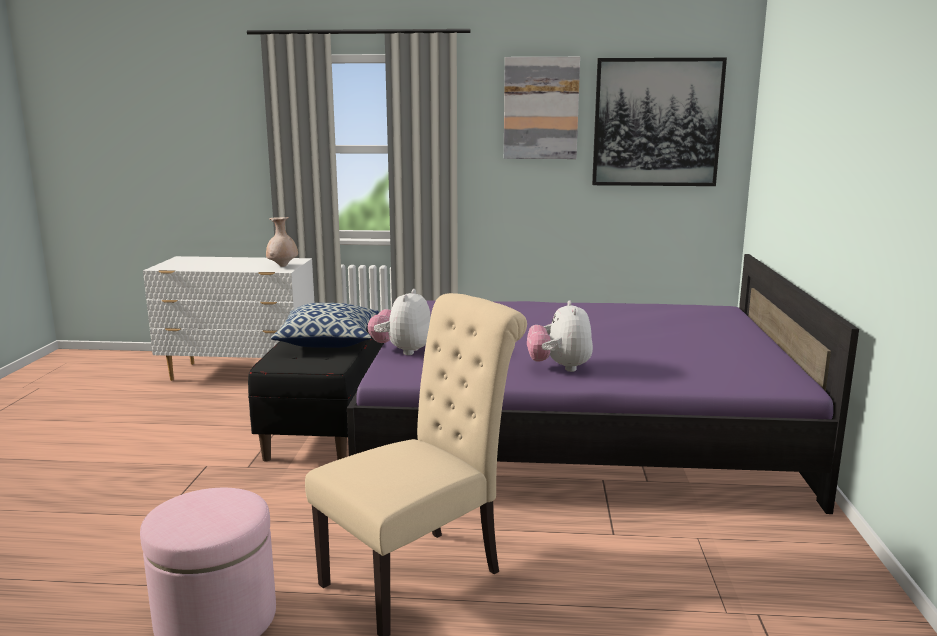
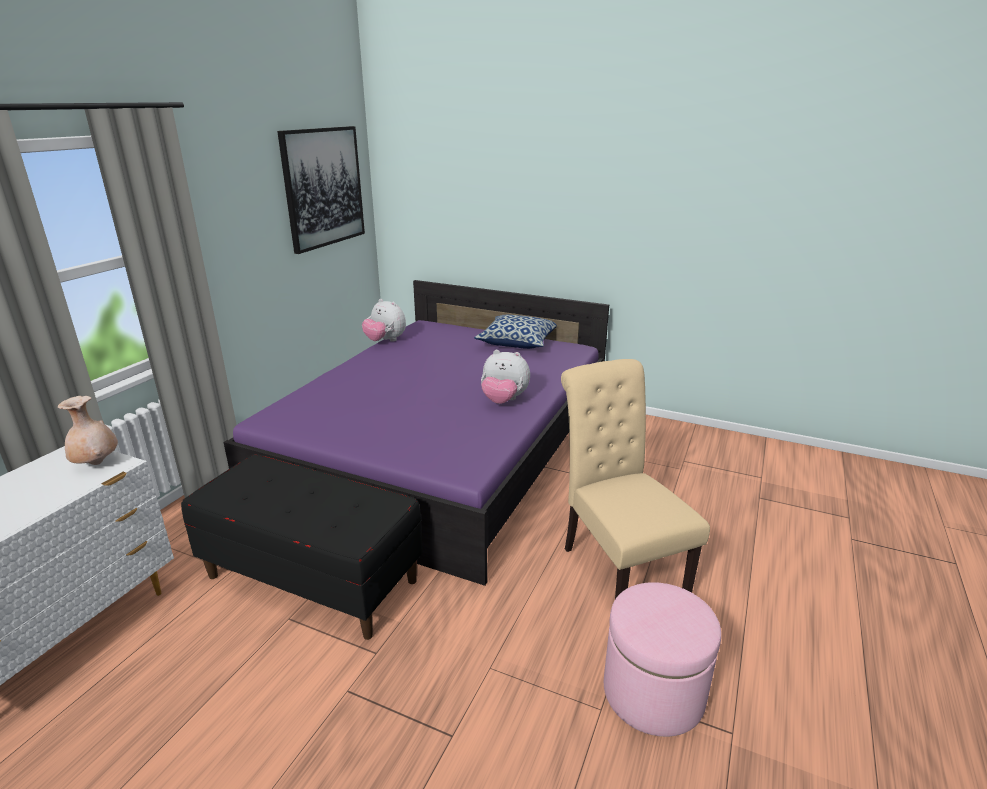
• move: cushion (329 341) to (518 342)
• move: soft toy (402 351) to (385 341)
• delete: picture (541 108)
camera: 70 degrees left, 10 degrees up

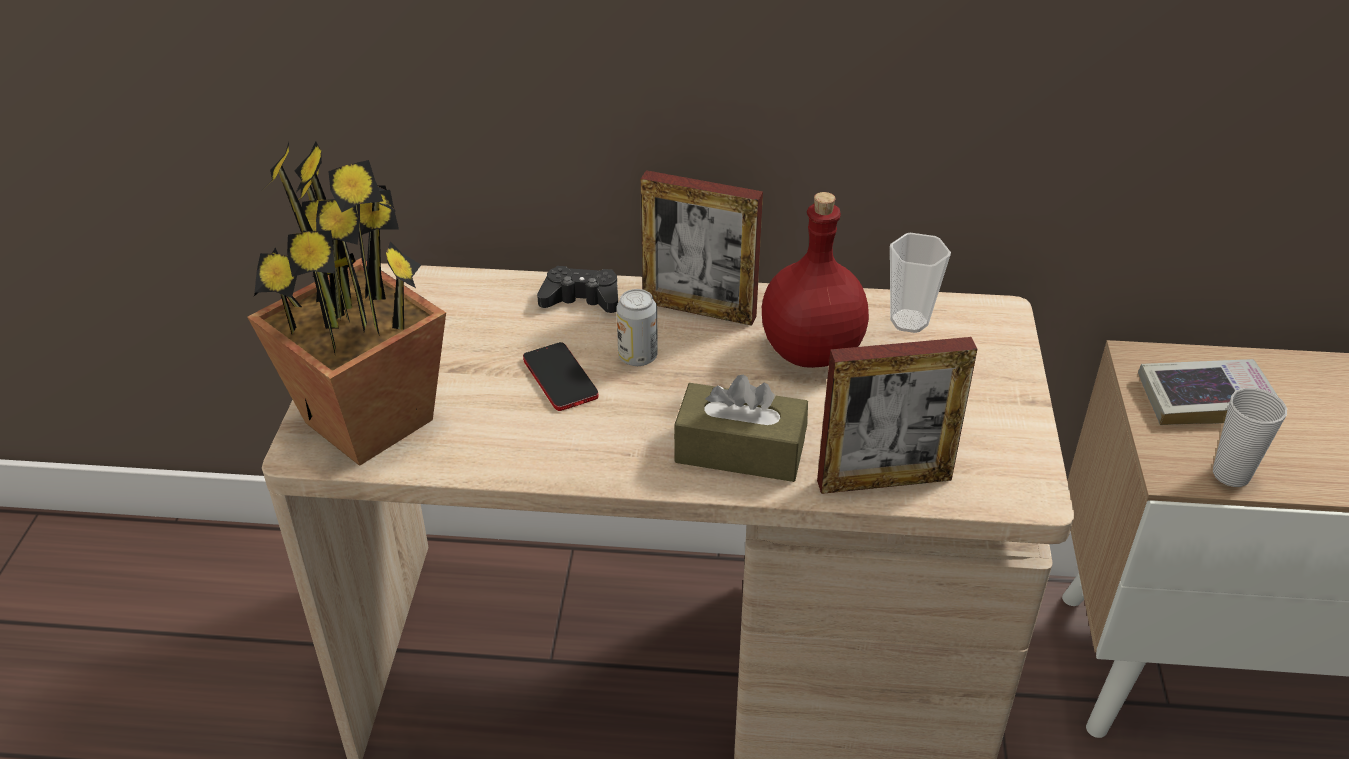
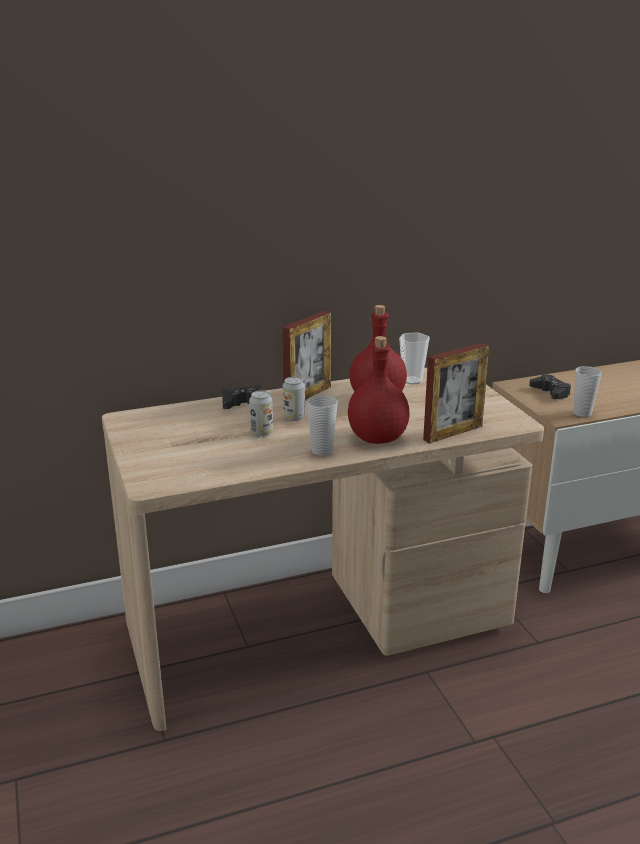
• delete: houseplant (367 420)
• replace: telephone (560 378) to sealed can (261 432)
• rotate: photo frame (699 309) = (308 395) 45 degrees counterclockwise
• replace: brownish box of tissues (740 451) to red drink bottle (377 438)
• replace: book (1205 399) to blackish game controller (550 392)
• insert: cup (322 451)
camera: 25 degrees left, 15 degrees down

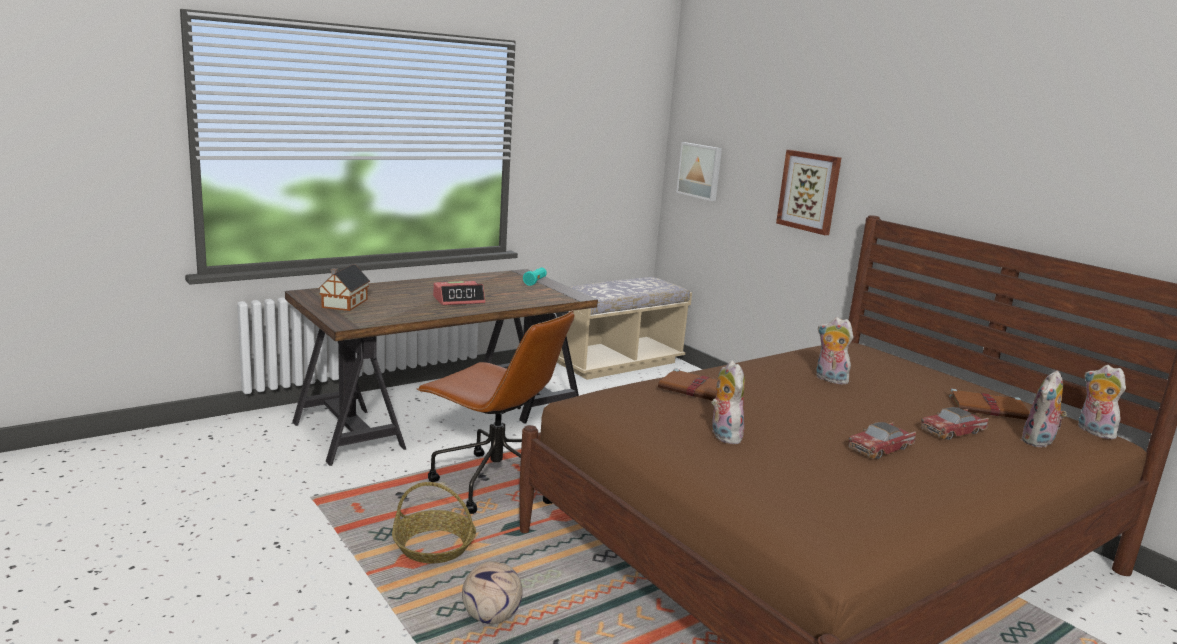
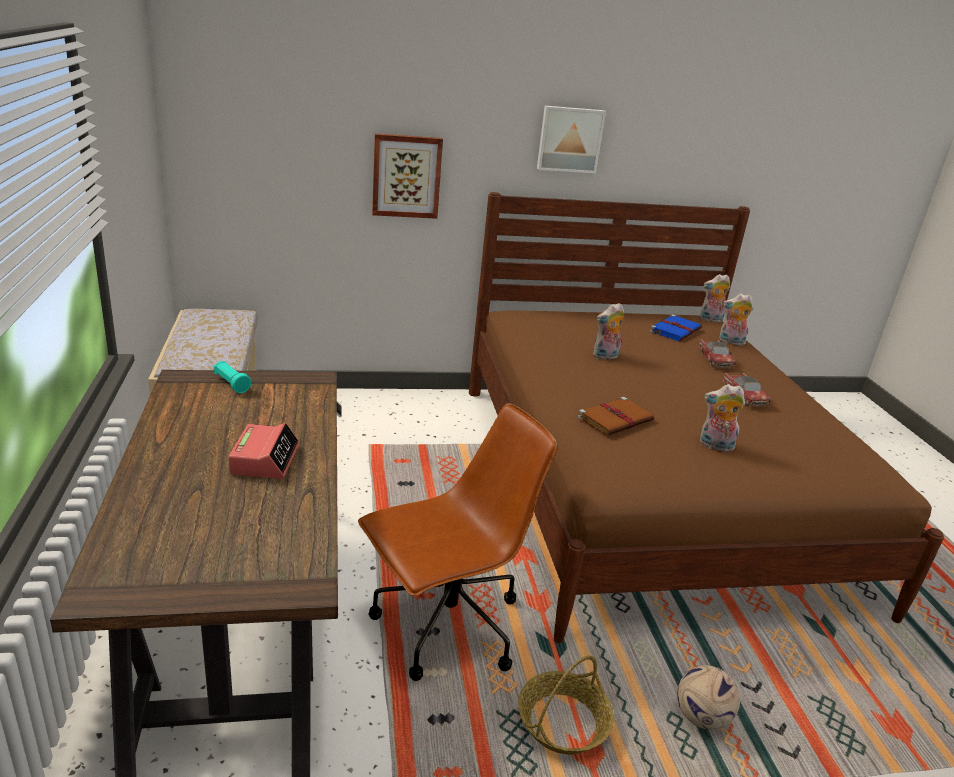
• delete: miniature house (343 304)
• move: picture (700 171) to (569 139)
• recolor: brownish book (989 408) to blue-coloured book (675 330)
• rotate: soft toy (1039 442) = (730 342) 120 degrees clockwise
camera: 65 degrees left, 10 degrees up

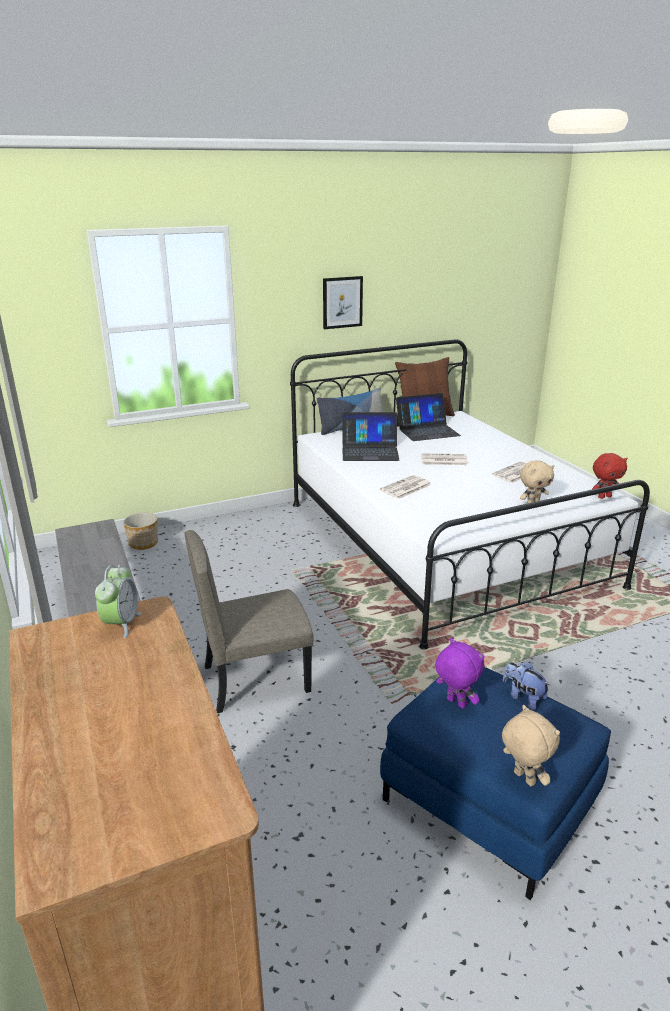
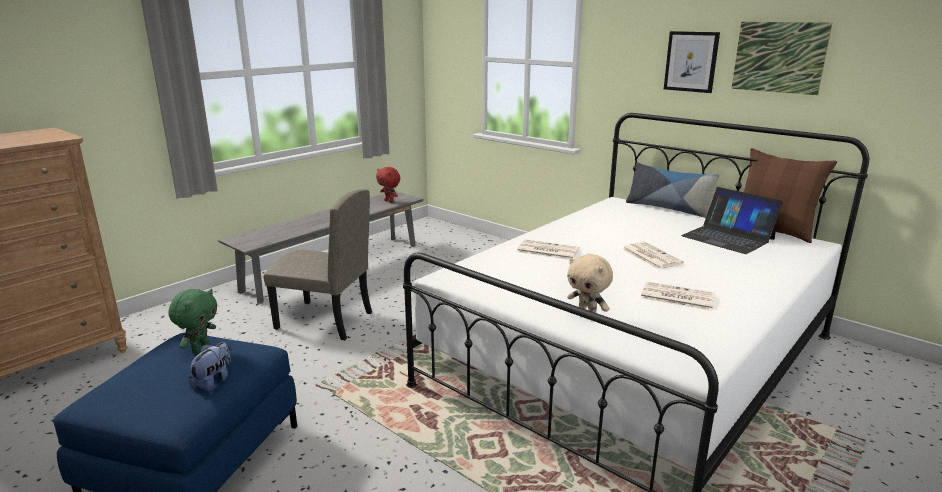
• delete: table clock (121 624)
• delete: flower pot (143 543)
• rotate: sand-coloured chair (256 678) = (324 321) 150 degrees clockwise
• delete: laptop (370 451)
• recolor: purplish soft toy (455 703) to green-coloured soft toy (200 349)
• delete: sand-coloured soft toy (523 778)
• move: red soft toy (604 497) to (389 201)
• insert: picture (779 57)
camera: 65 degrees right, 5 degrees down

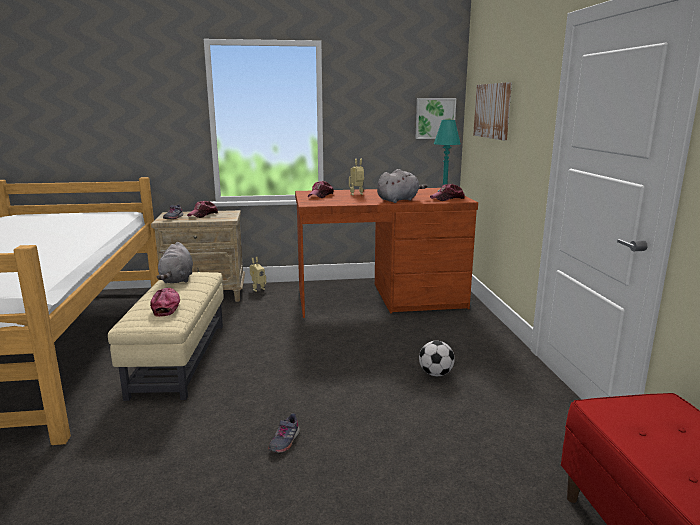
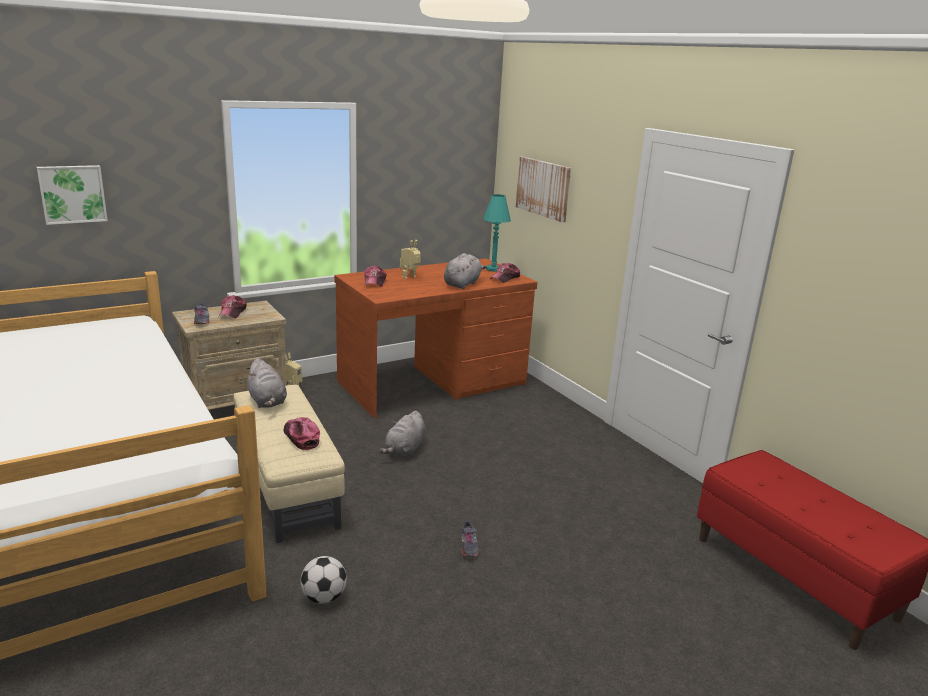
• move: picture (435 118) to (72 194)
• move: football ball (435 374) to (324 597)
• insert: grey soft toy (405 450)
camera: 25 degrees left, 5 degrees up

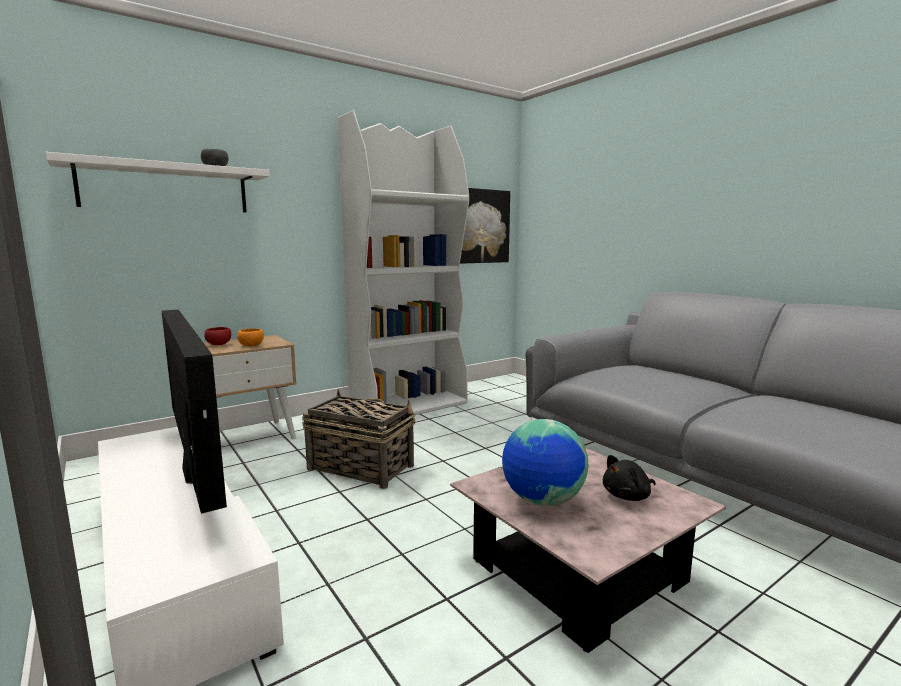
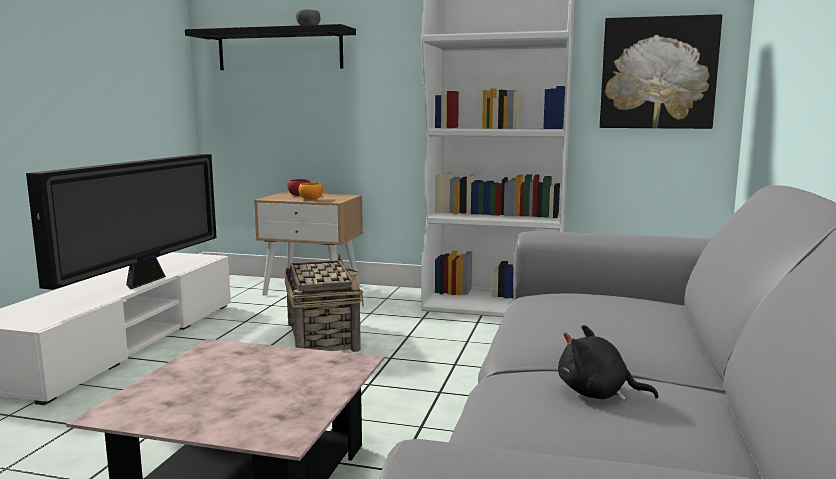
• recolor: whitish bracket shelf (166 188) to blackish bracket shelf (279 50)
• delete: globe (542 500)
• move: blackish soft toy (628 496) to (597 394)
camera: 50 degrees right, 0 degrees up

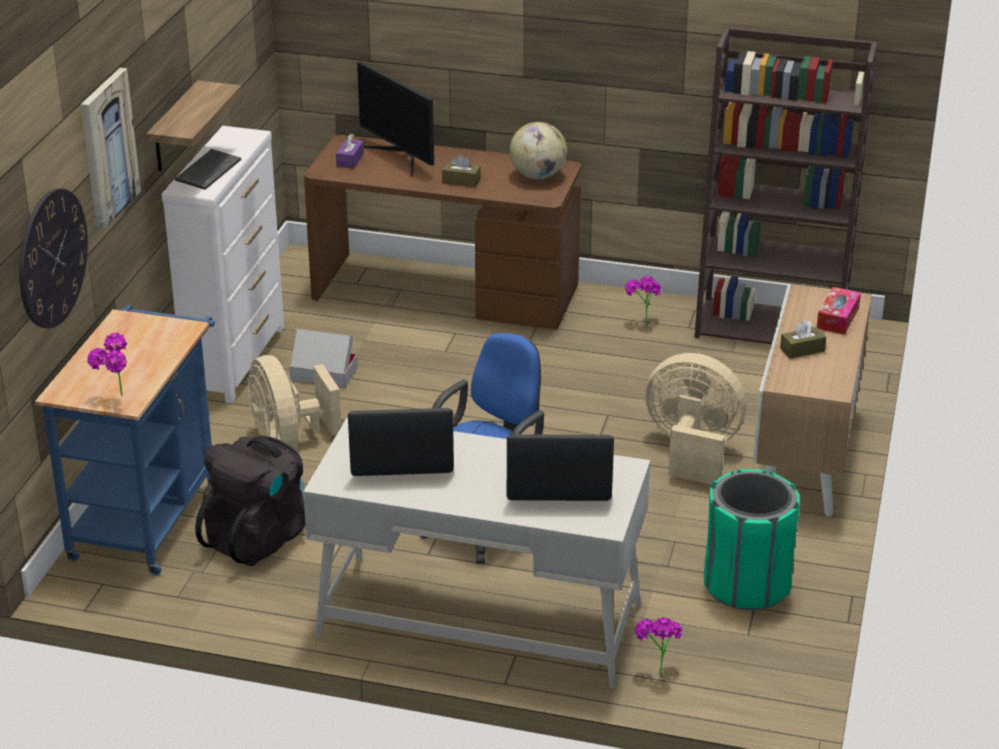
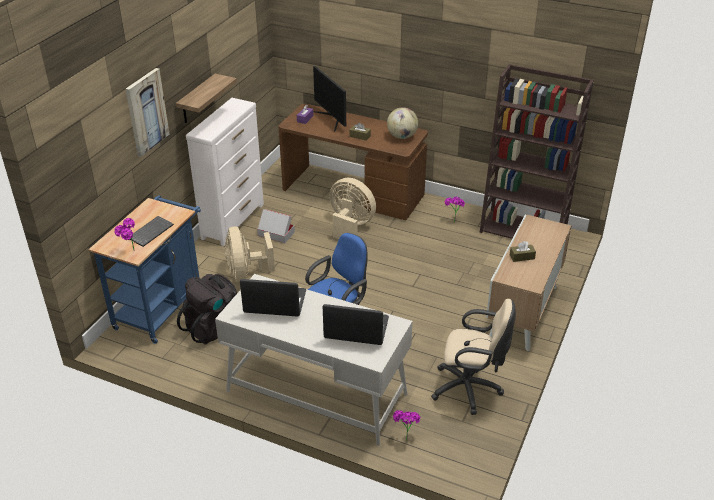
• delete: wall clock (52 258)
• move: PC keyboard (207 170) to (150 231)
• move: sand-coloured fan (692 451) to (350 226)
• replace: green-coloured rubbish bin (747 585) to sand-coloured desk chair (470 389)
• delete: box of tissues (837 318)
camera: 10 degrees right, 5 degrees up

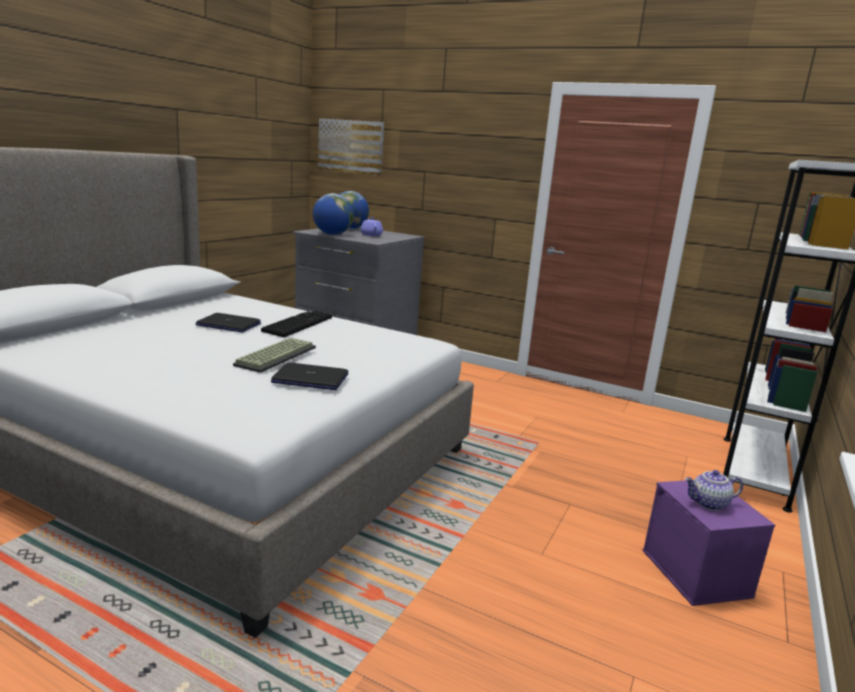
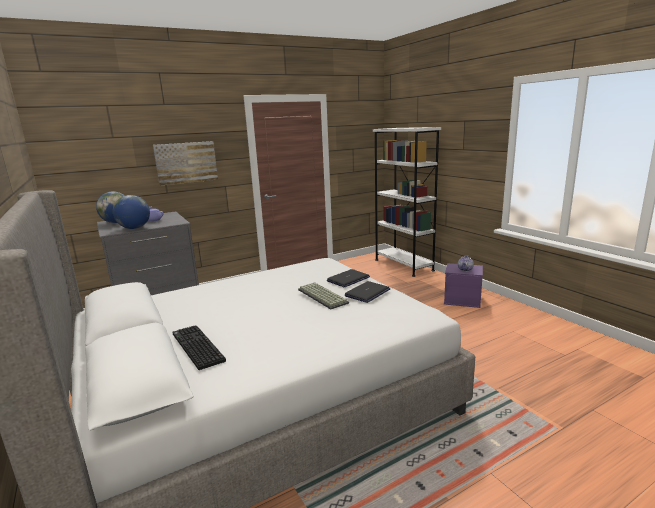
• move: laptop (228 324) to (348 279)
• move: PC keyboard (297 324) to (196 347)
• move: picture (351 146) to (186 162)
camera: 55 degrees left, 0 degrees up

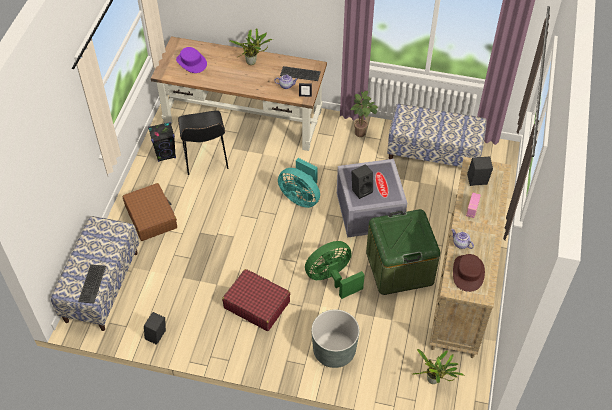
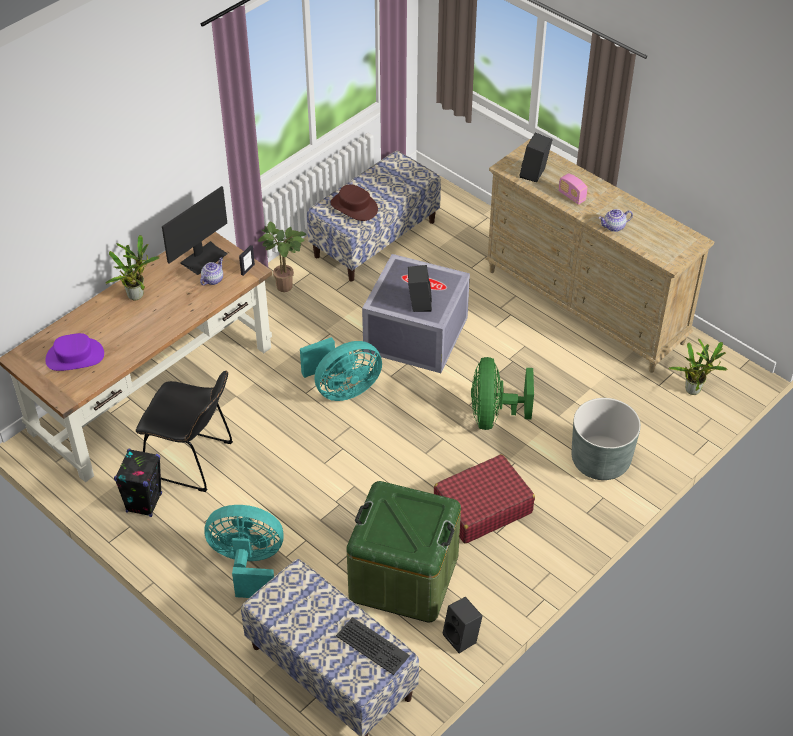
• replace: brownish piece of luggage (151 217) to turquoise fan (248 565)
• replace: PC keyboard (300 73) to monitor (203 257)
• move: green-coloured storage container (399 267) to (404 577)
• move: brownish wearable hat (468 273) to (354 206)
camera: 60 degrees left, 5 degrees down

